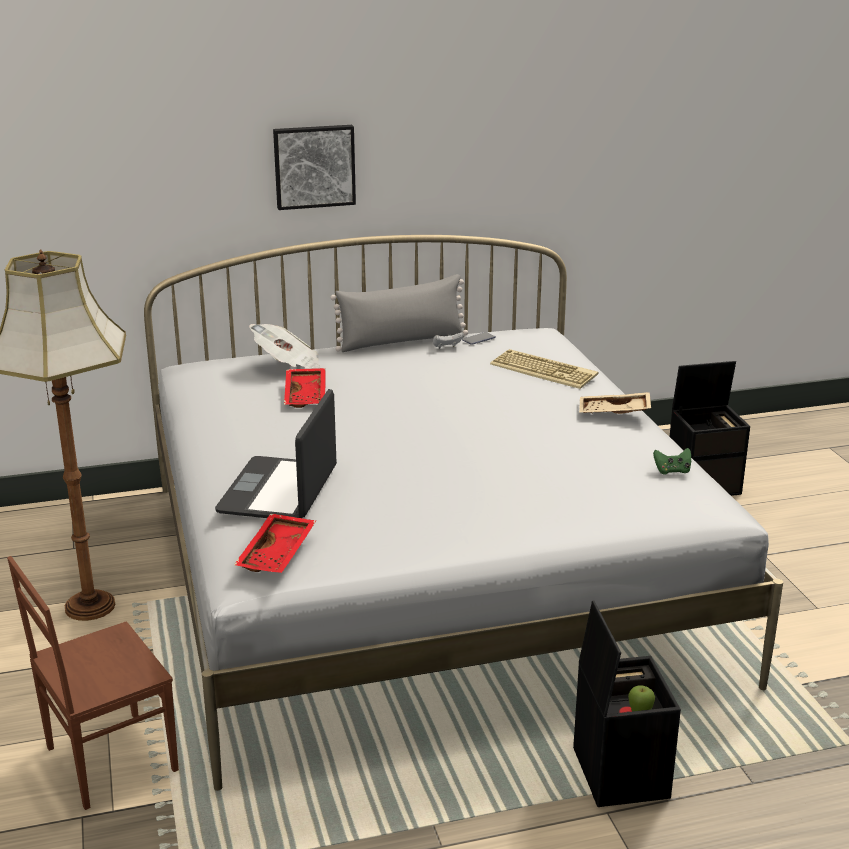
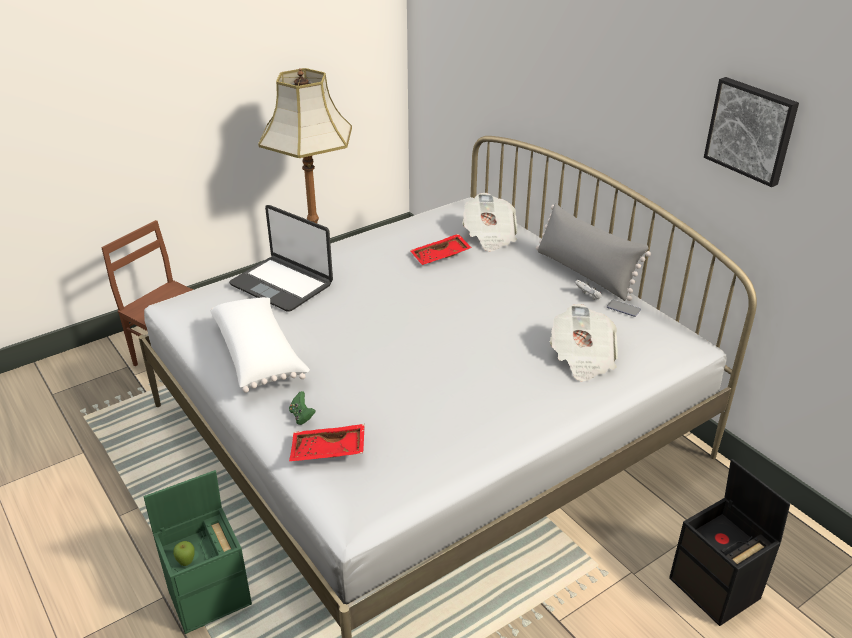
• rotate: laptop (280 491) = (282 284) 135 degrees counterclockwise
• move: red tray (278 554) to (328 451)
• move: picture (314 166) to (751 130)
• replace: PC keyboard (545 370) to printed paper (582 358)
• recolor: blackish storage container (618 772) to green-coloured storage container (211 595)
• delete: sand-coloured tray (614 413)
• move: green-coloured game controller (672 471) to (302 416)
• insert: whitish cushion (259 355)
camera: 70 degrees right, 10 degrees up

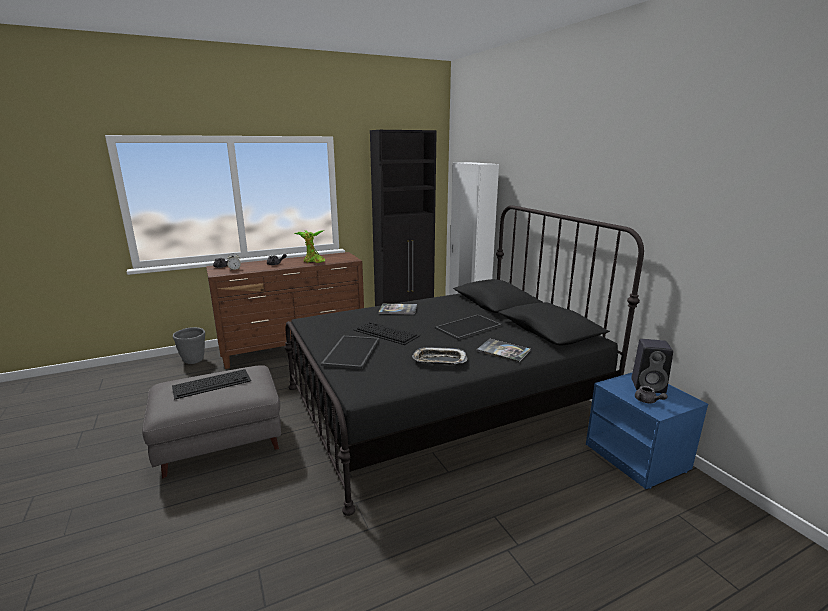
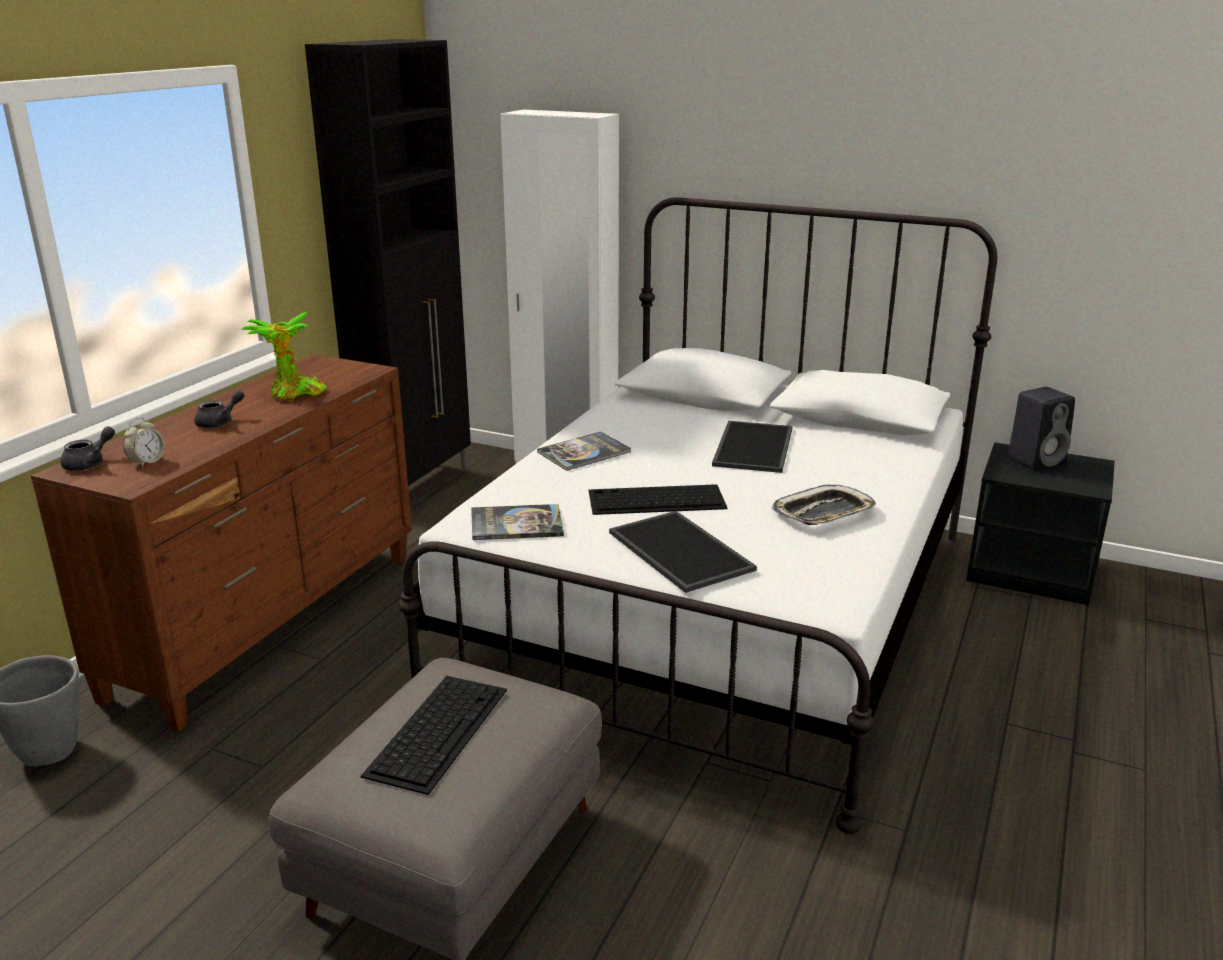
• recolor: blackish bed (443 404) to whitish bed (720 608)
• move: book (503 351) to (516 524)
• recolor: blue-coloured night table (638 457) to blackish night table (1031 571)
• delete: grey tea pot (647 401)
camera: 40 degrees left, 5 degrees up

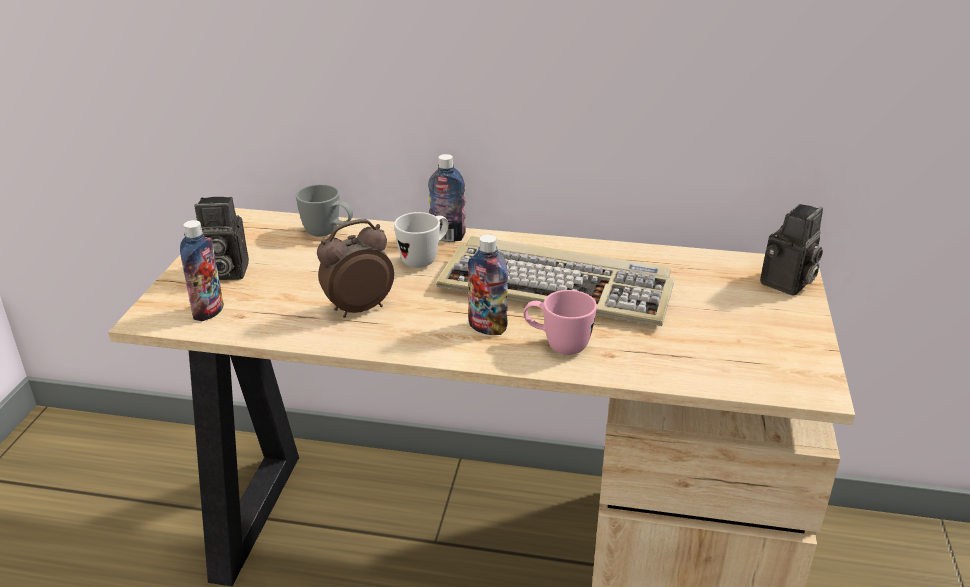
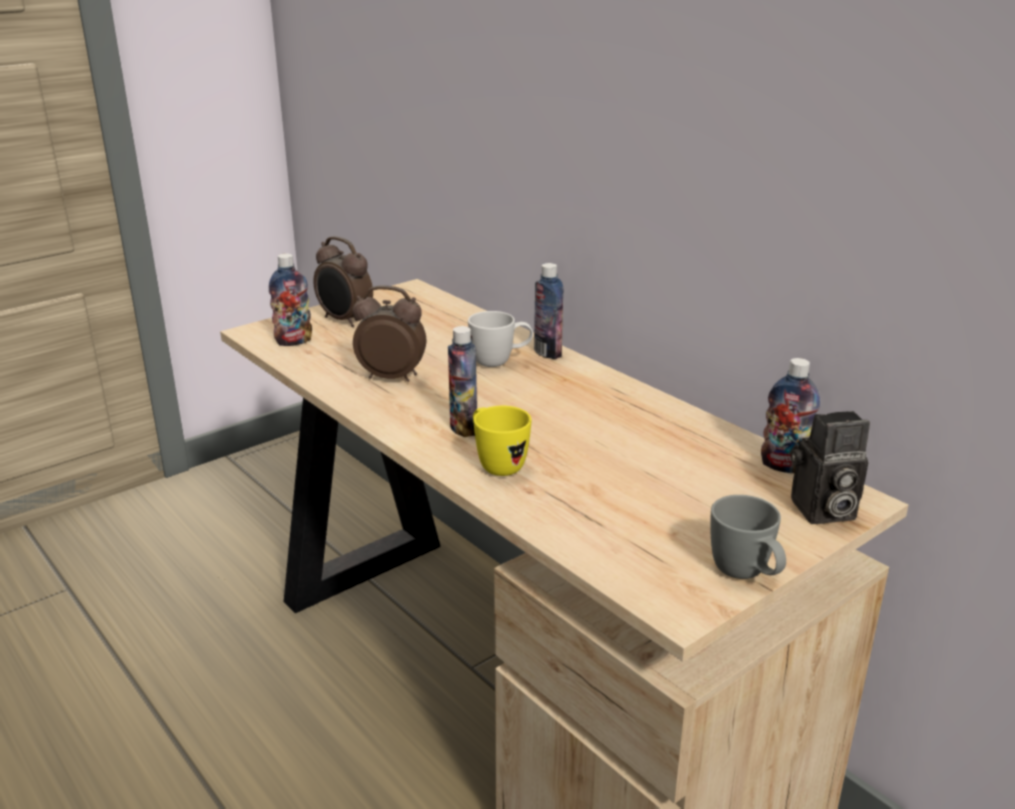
• replace: photo camera (224 272) to table clock (344 320)
• move: grey coffee mug (328 233) to (746 576)
• delete: PC keyboard (558 287)
• recolor: pink coffee mug (557 345) to yellowish coffee mug (496 464)
• insert: drink bottle (784 466)
camera: 40 degrees right, 5 degrees down

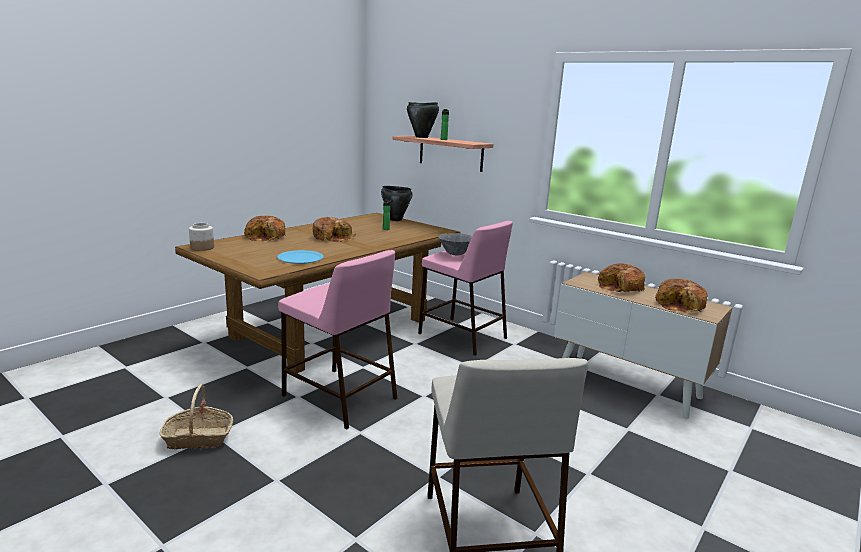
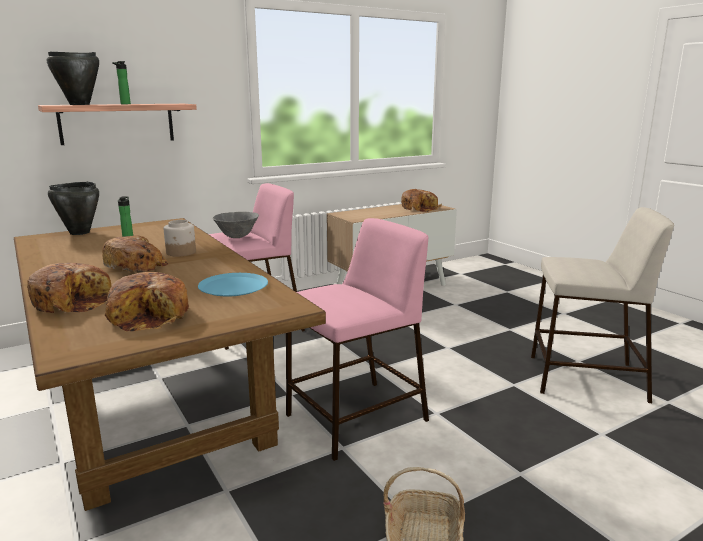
• move: jar (202 248) to (181 252)
• move: baked bread (620 287) to (151 316)
camera: 70 degrees left, 0 degrees up

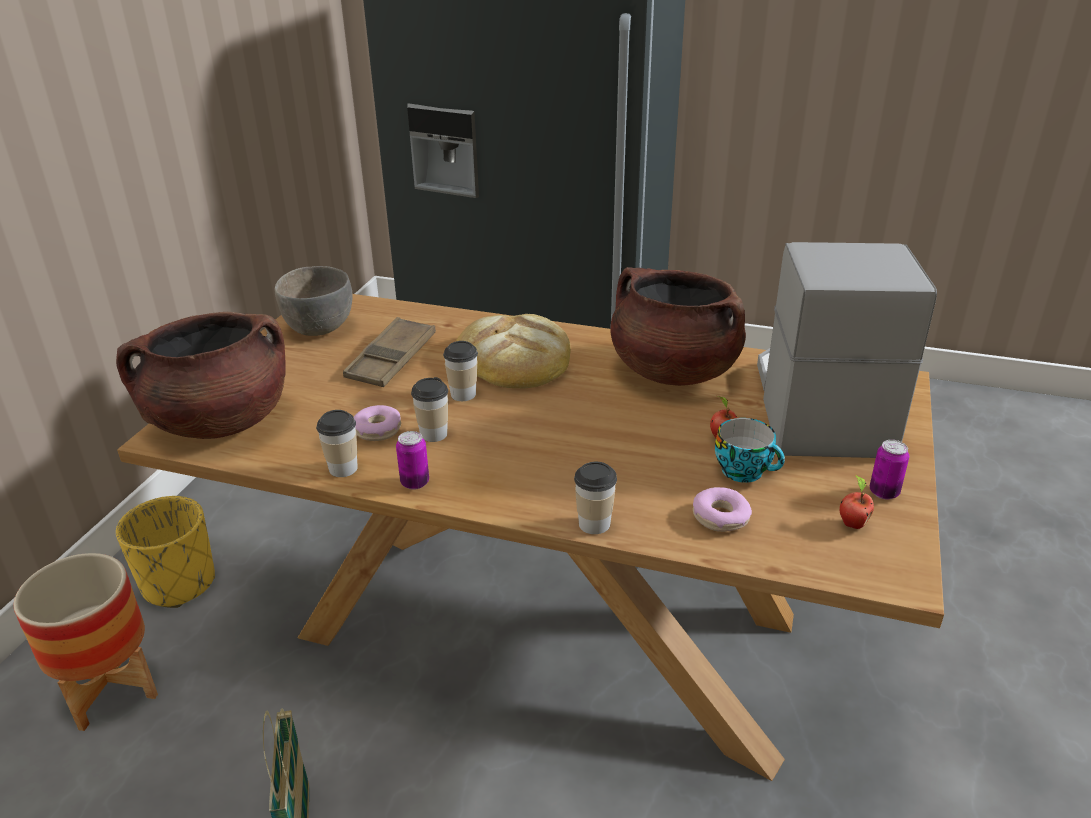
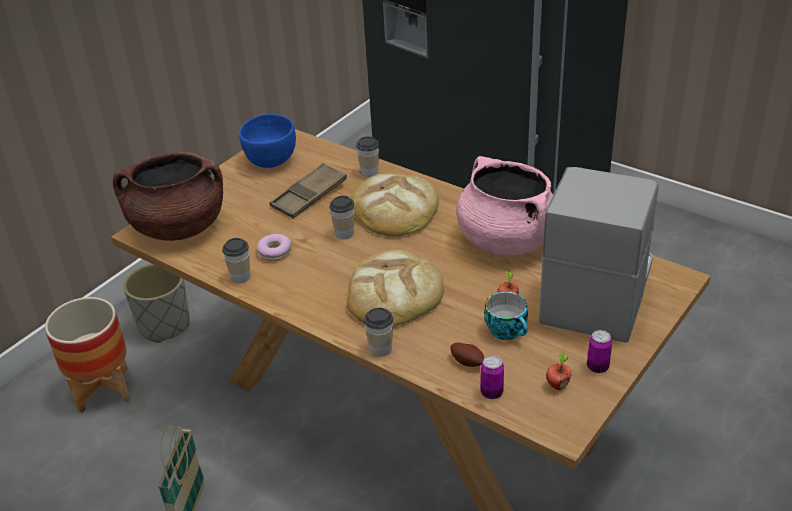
• recolor: yellowish flower pot (179 583) to grey flower pot (164 325)
• recolor: grey bowl (320 328) to blue-coloured bowl (271 161)
• move: sealed can (415 483) to (491 393)
• move: cup (433 434) to (369 172)
• recolor: brownish saucepot (673 371) to pink saucepot (505 240)
• replace: doughnut (720 517) to spud (468 362)
• insert: baked bread (394 293)
camera: 20 degrees right, 5 degrees up

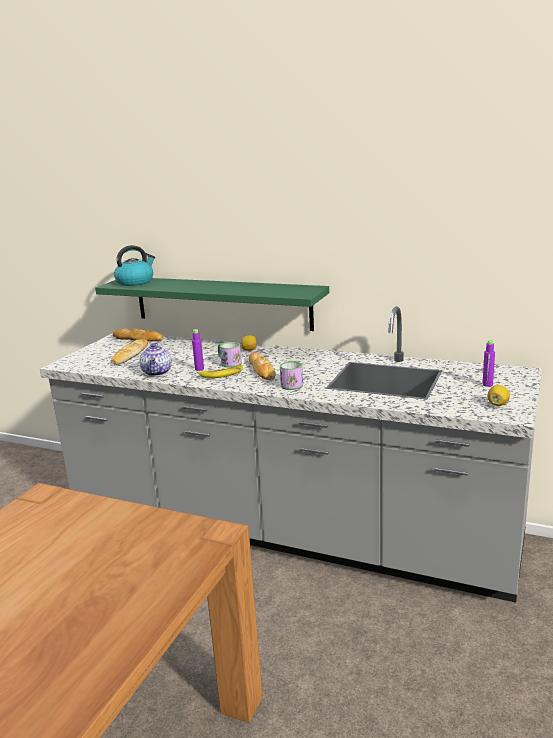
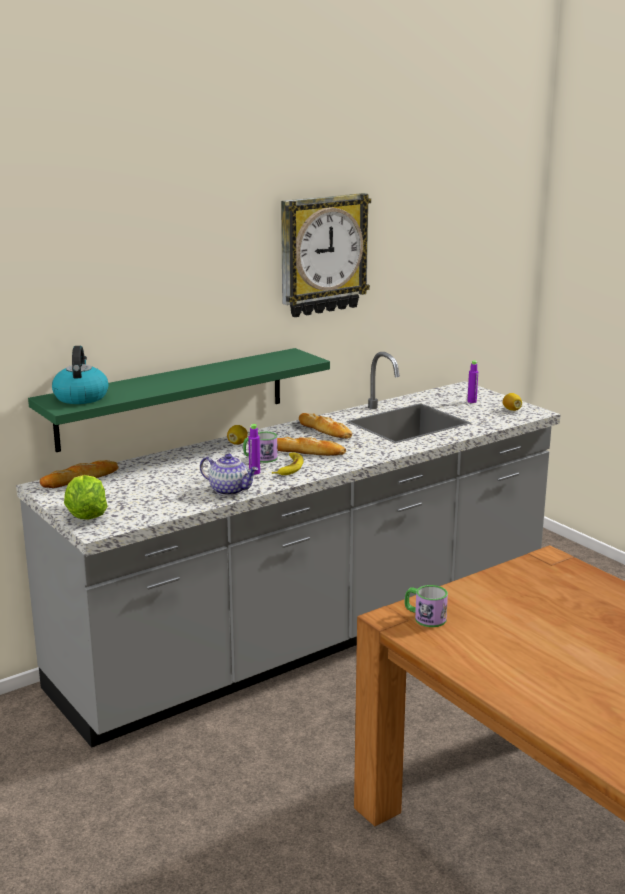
• move: baked bread (130 355) to (324 430)
• move: coffee mug (291 384) to (425 617)
• insert: lettuce (86 515)
• insert: wall clock (322 254)
camera: 60 degrees left, 0 degrees up

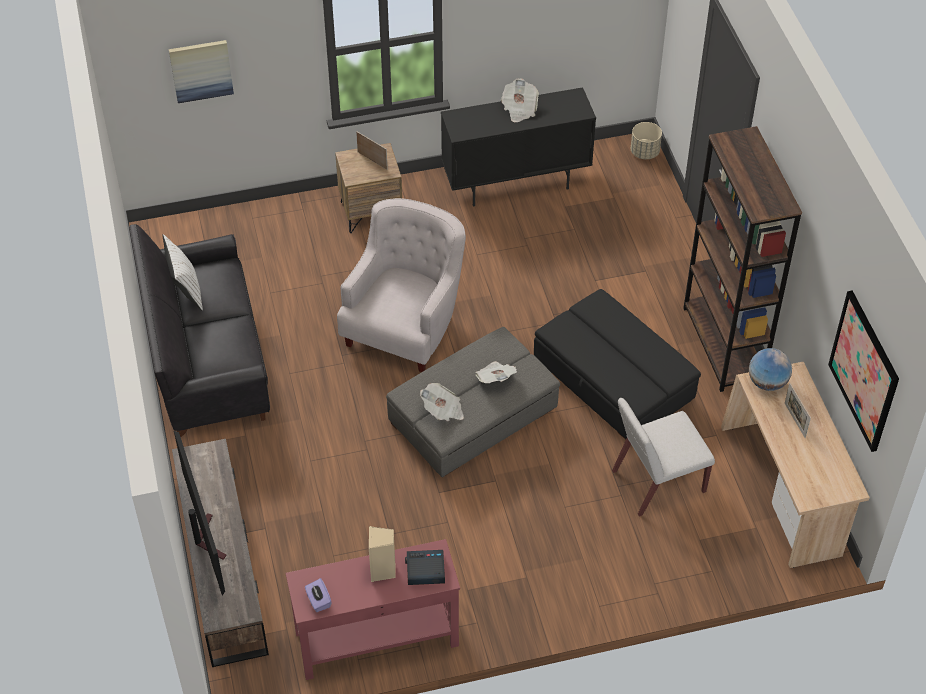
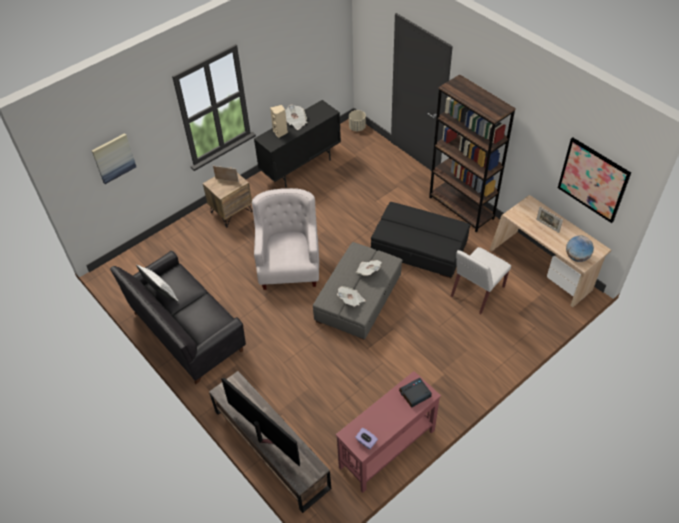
• move: sand-coloured audio speaker (383 571) to (280 132)
• move: globe (767 382) to (576 257)
camera: 25 degrees left, 0 degrees up

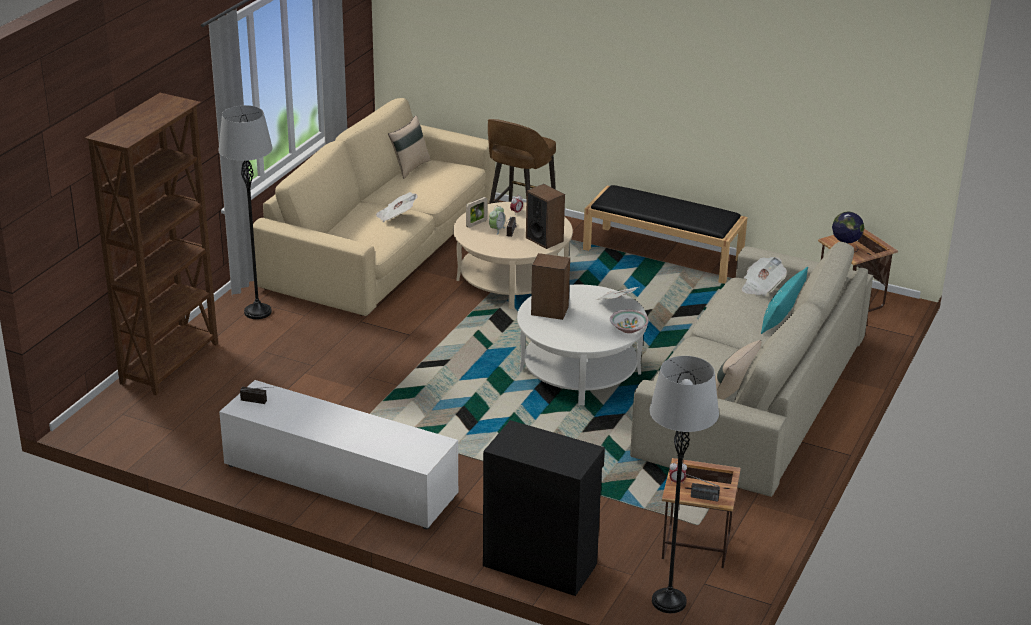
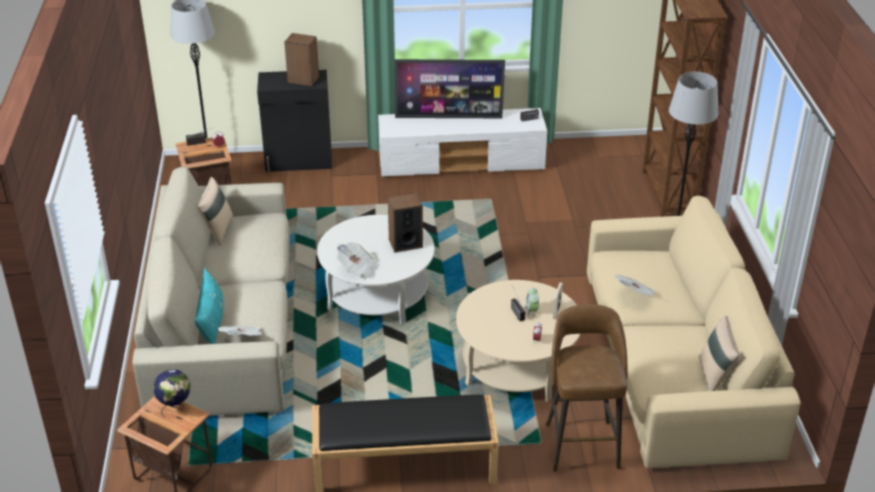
• move: audio speaker (544 239) to (303 79)
• delete: bowl (629 328)
• insert: television (449 117)
camera: 150 degrees right, 5 degrees up

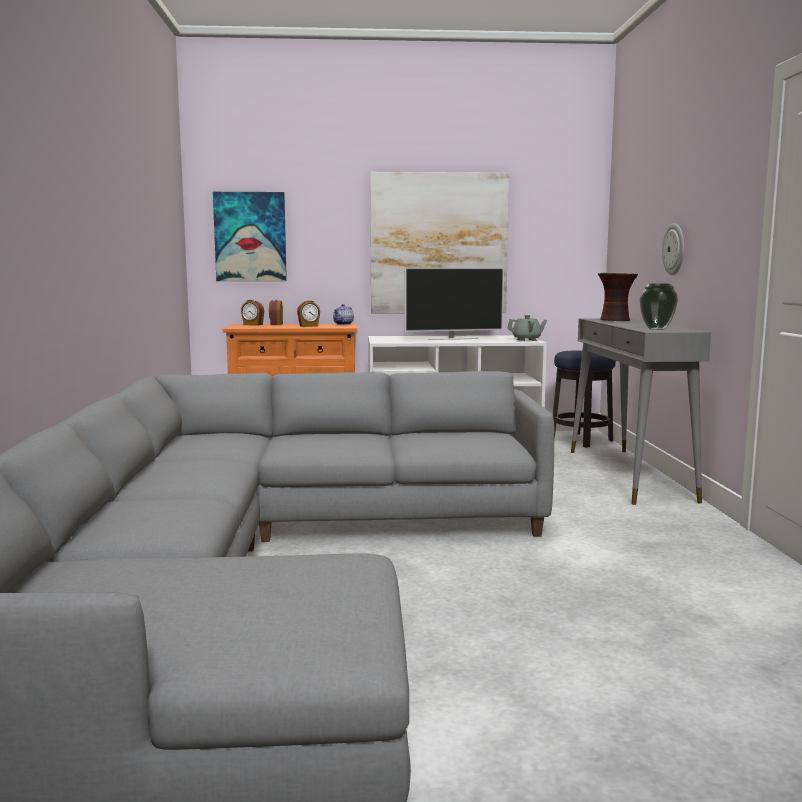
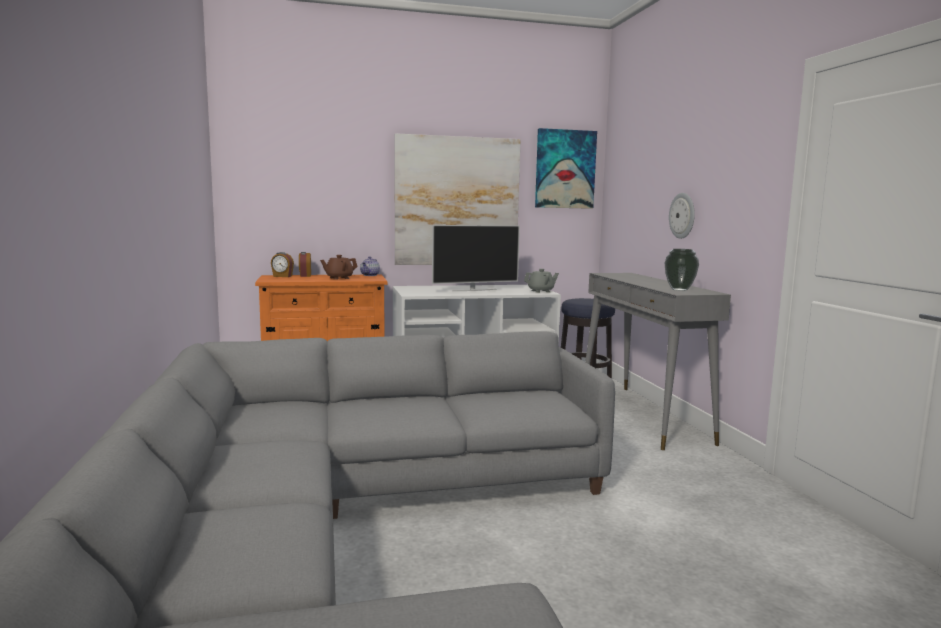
• move: picture (250 237) to (565 169)
• replace: table clock (309 326) to brownish tea pot (339 278)
• delete: decorative vase (616 320)
camera: 10 degrees left, 0 degrees up

